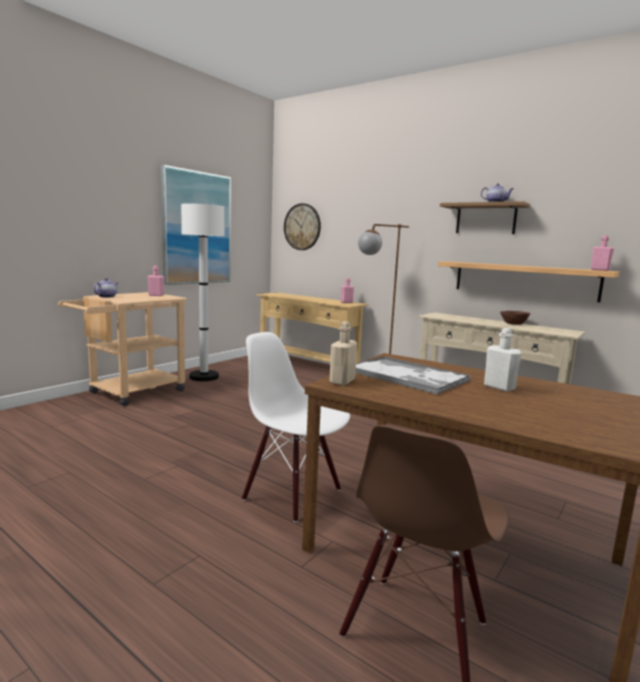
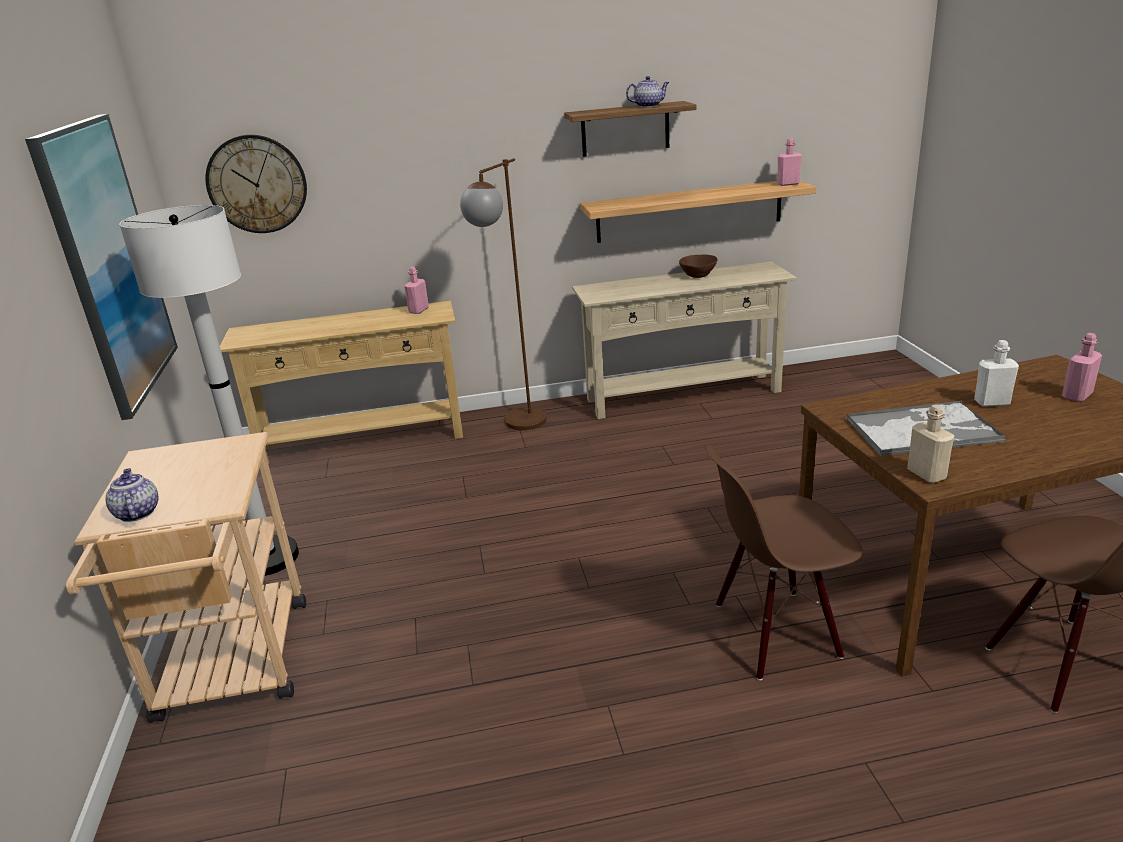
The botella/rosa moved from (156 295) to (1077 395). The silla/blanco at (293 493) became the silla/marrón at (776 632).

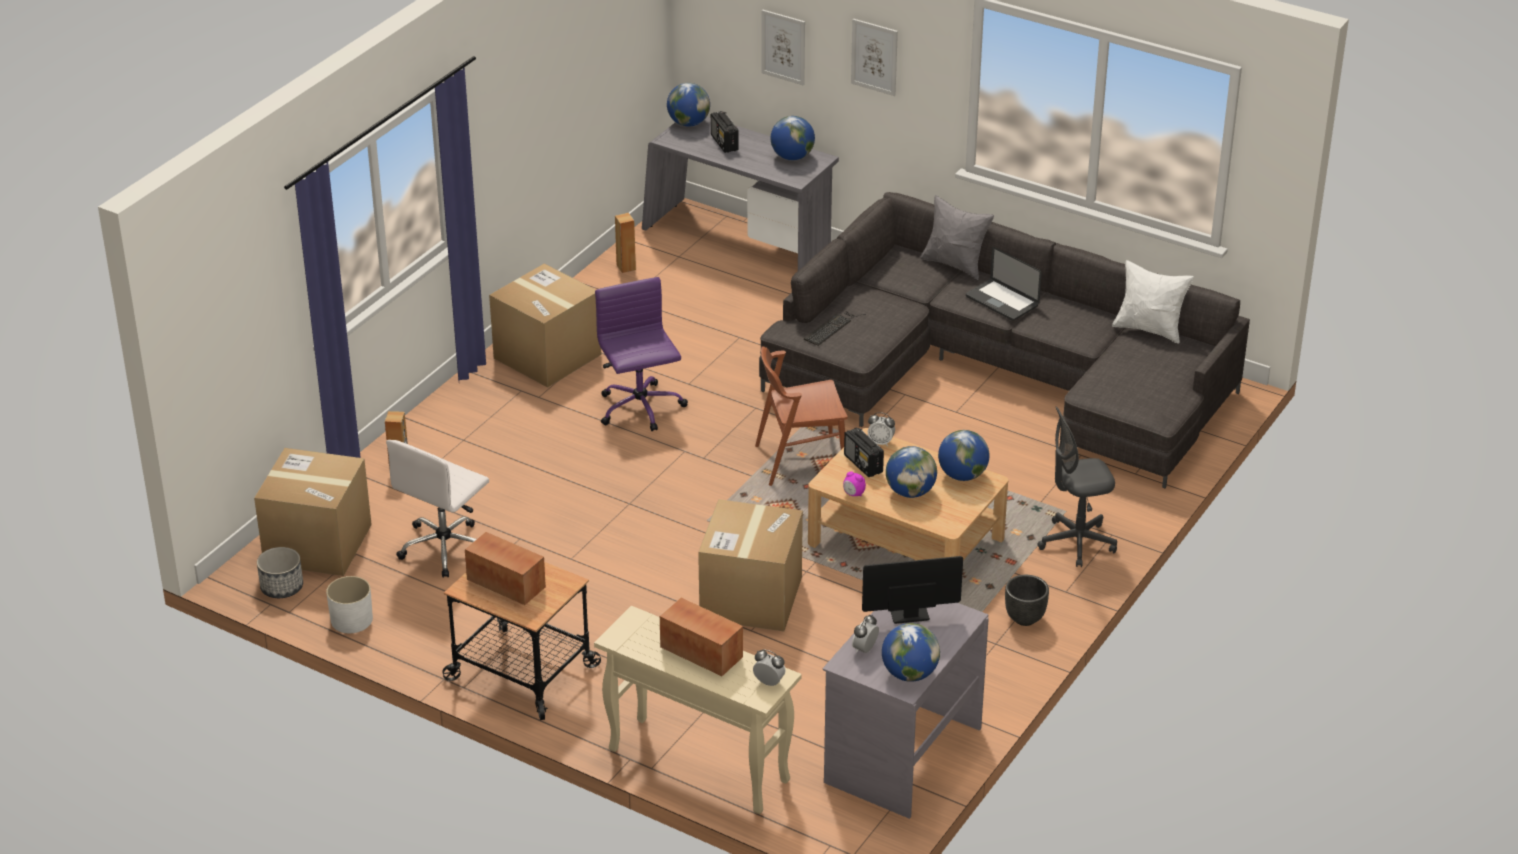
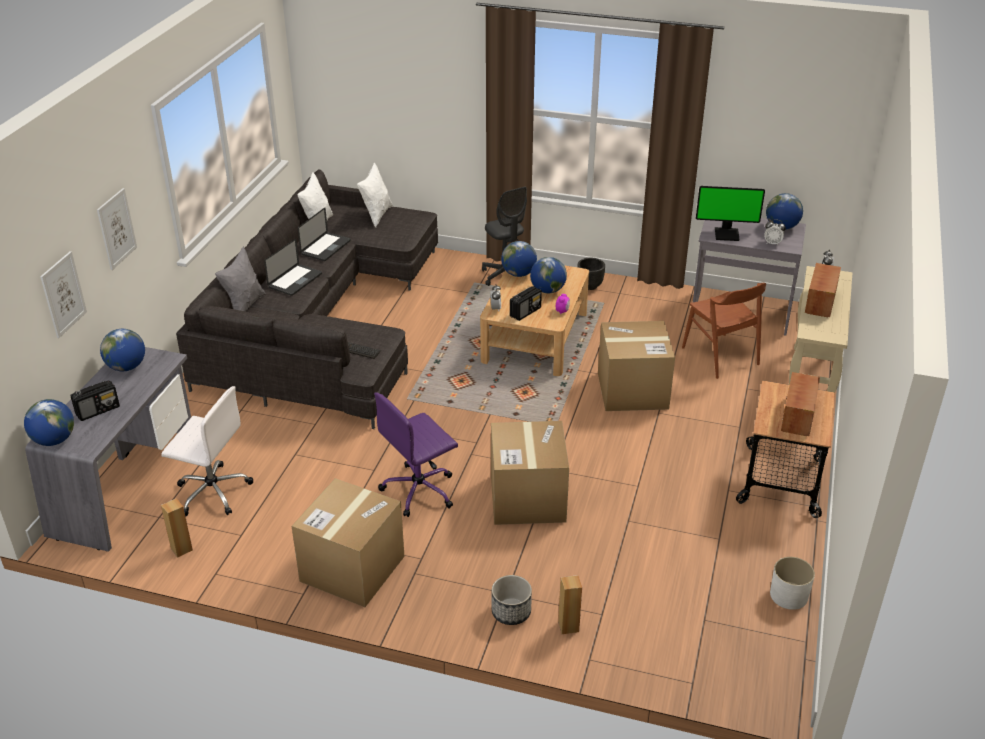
The silla/marrón moved from (800 460) to (720 356). The silla de oficina/blanco moved from (446 547) to (212 491). The caja de cartón moved from (318 544) to (527 498). The maceta moved from (282 587) to (511 612). The monitor at (907 612) turned 60 degrees counterclockwise. The cojín/blanco at (376 215) appeared. The portátil at (326 247) appeared.

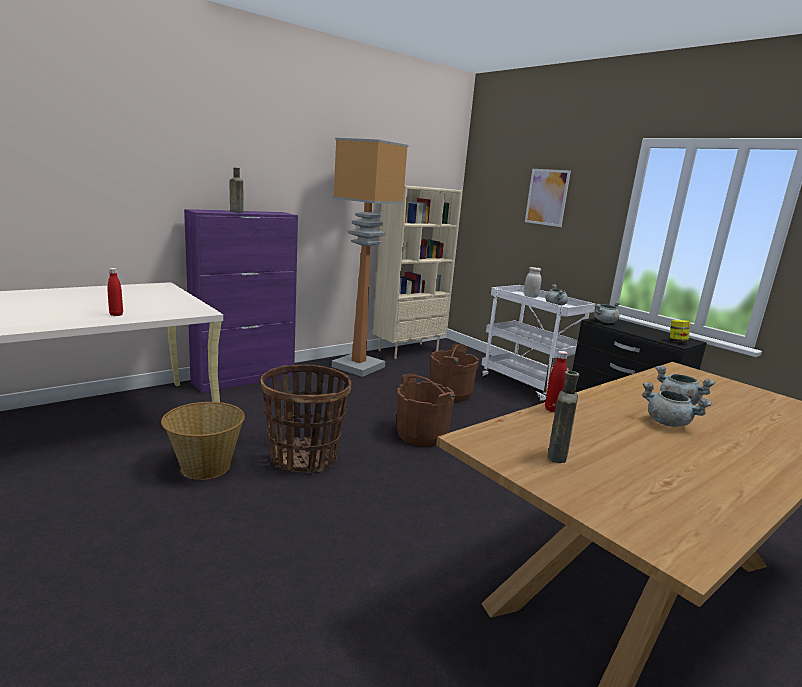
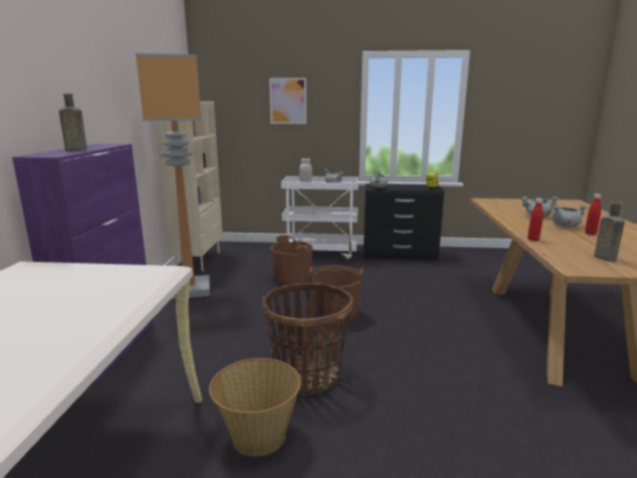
The botella/rojo moved from (116 314) to (590 233).

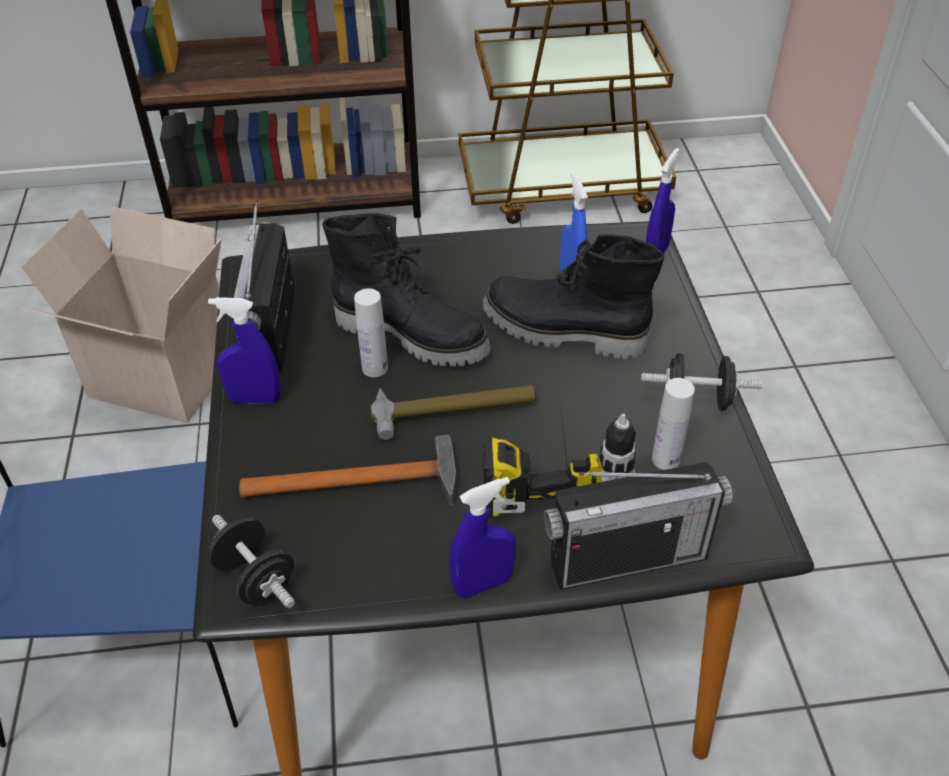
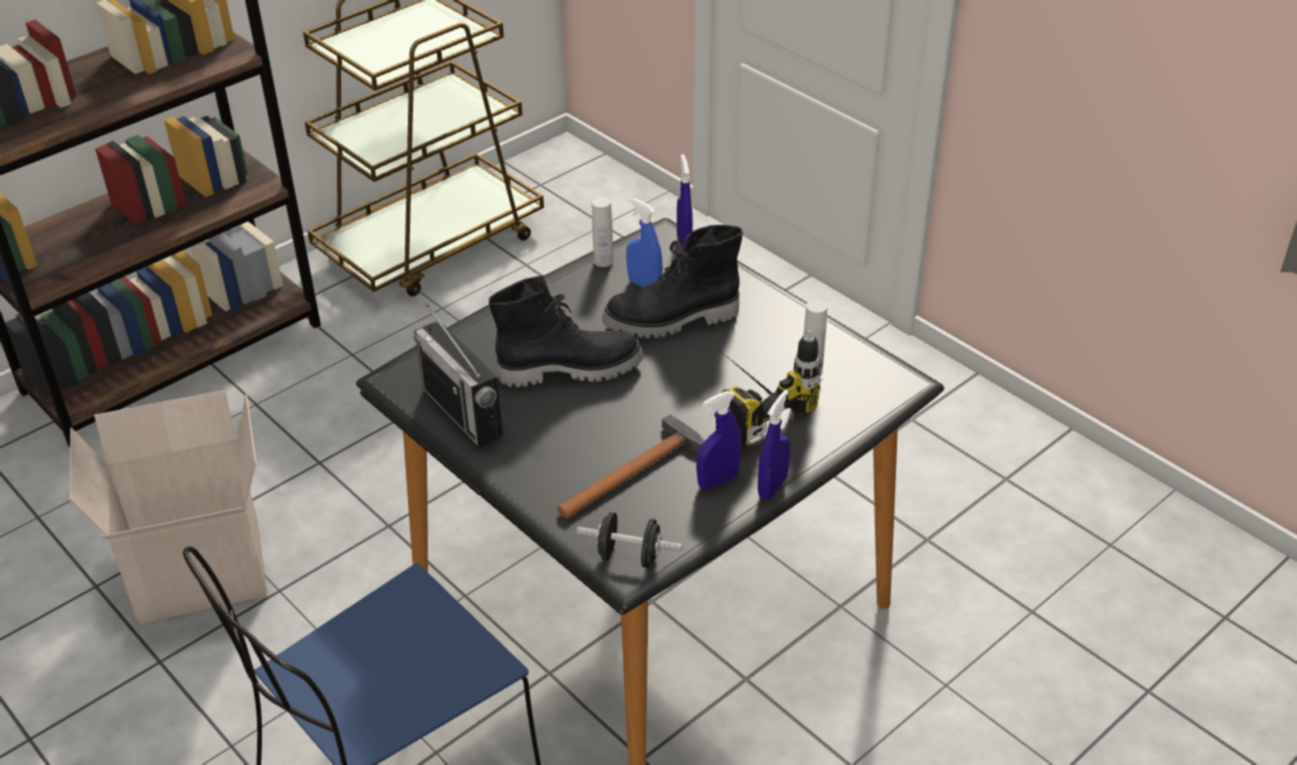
The botella/blanco moved from (375 368) to (603 261). The pulverizador/azul moved from (254 399) to (717 481). The mancuerna/negro at (697 400) disappeared. The martillo at (453 412) disappeared. The radio at (627 558) disappeared.

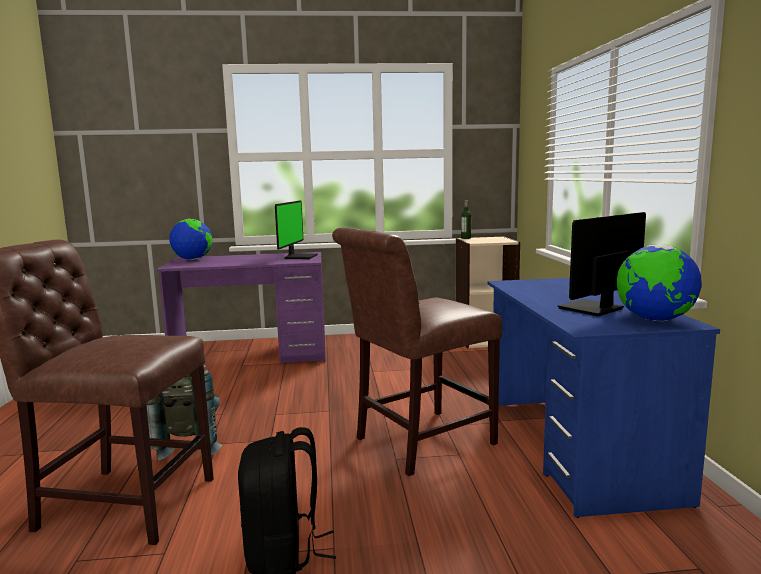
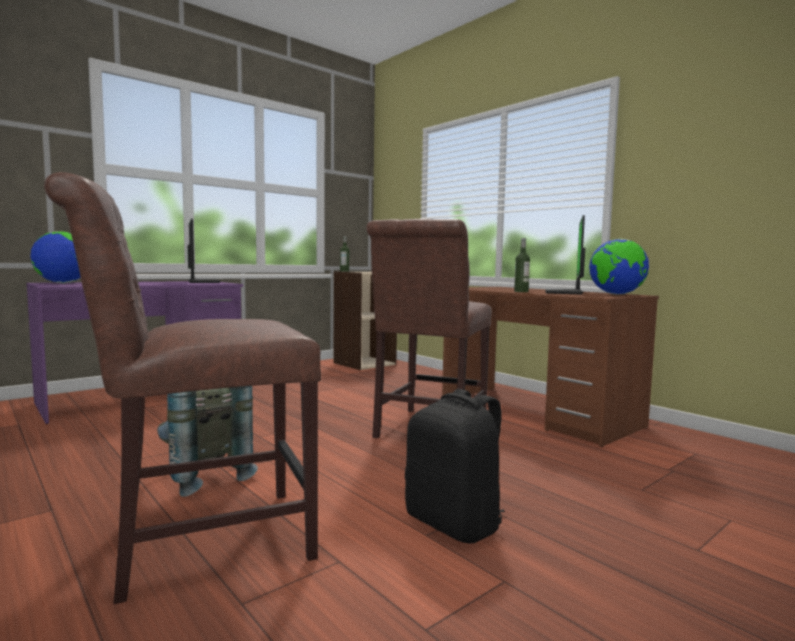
The escritorio/azul at (576 447) became the escritorio/marrón at (536 413). The botella at (521 291) appeared.

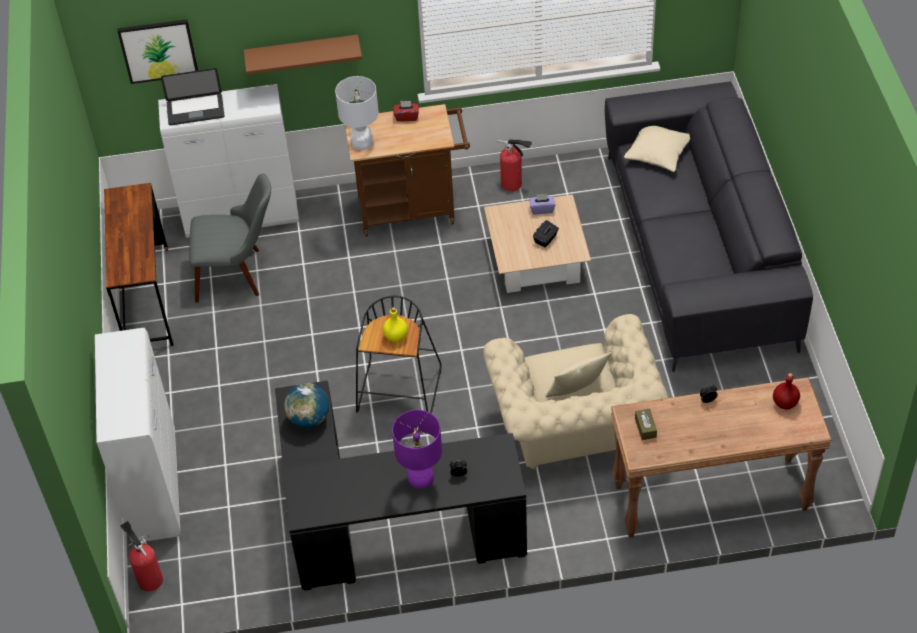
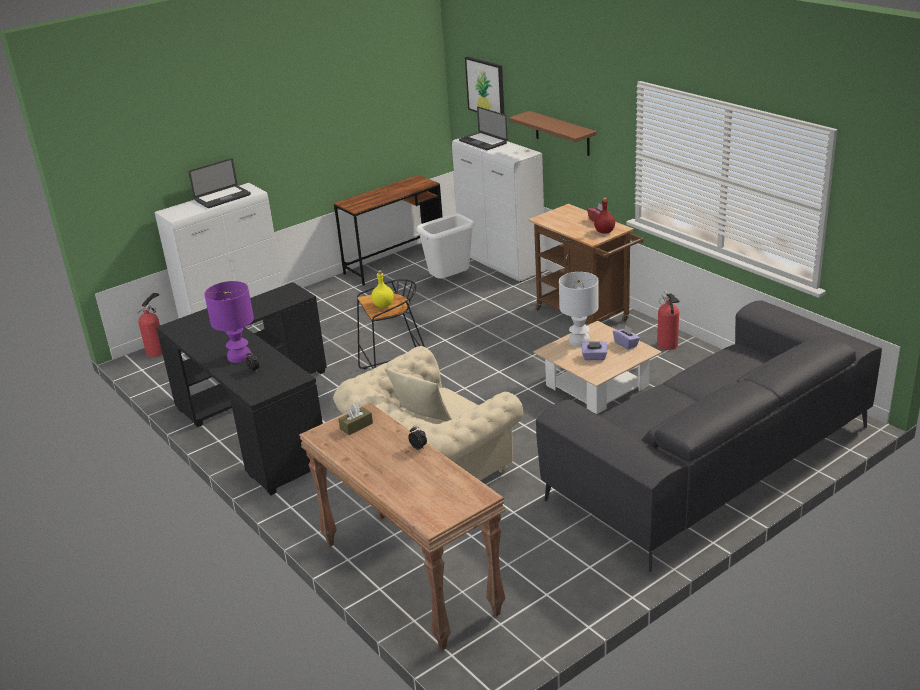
The lámpara de mesa/blanco moved from (361 142) to (579 340). The cojín/beis at (658 153) disappeared. The silla/gris at (238 273) was replaced by the papelera/blanco at (449 281). The caja de pañuelos/negro at (546 239) became the caja de pañuelos/morado at (594 357). The botella/rojo moved from (785 403) to (605 232). The globo terráqueo at (309 419) disappeared. The portátil at (223 198) appeared.

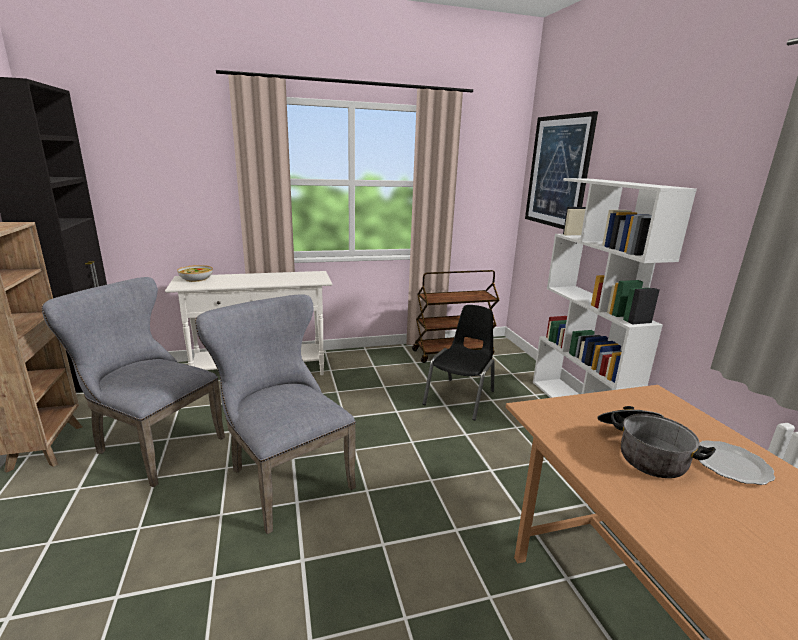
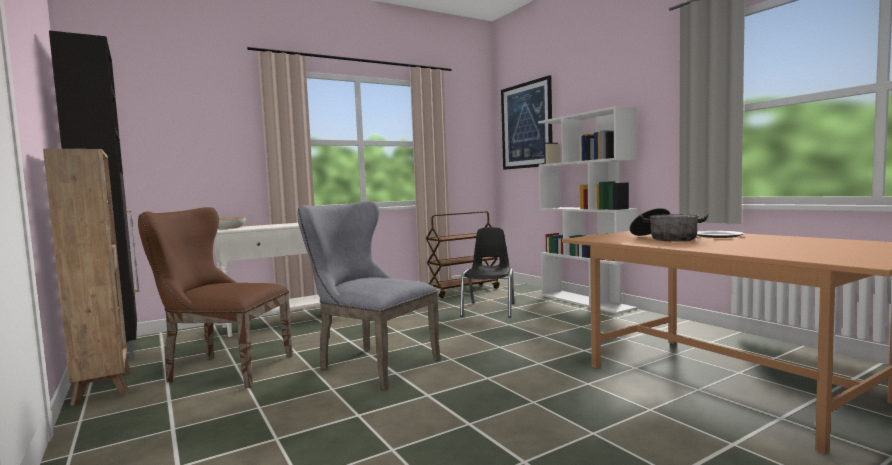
The silla/gris at (153 445) became the silla/marrón at (223 369).

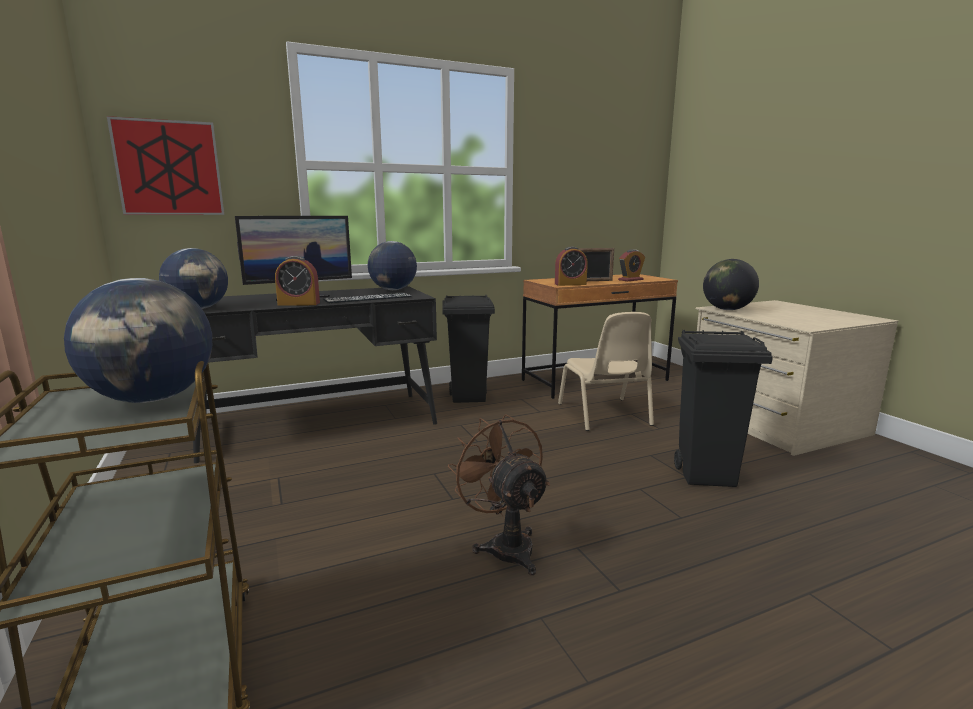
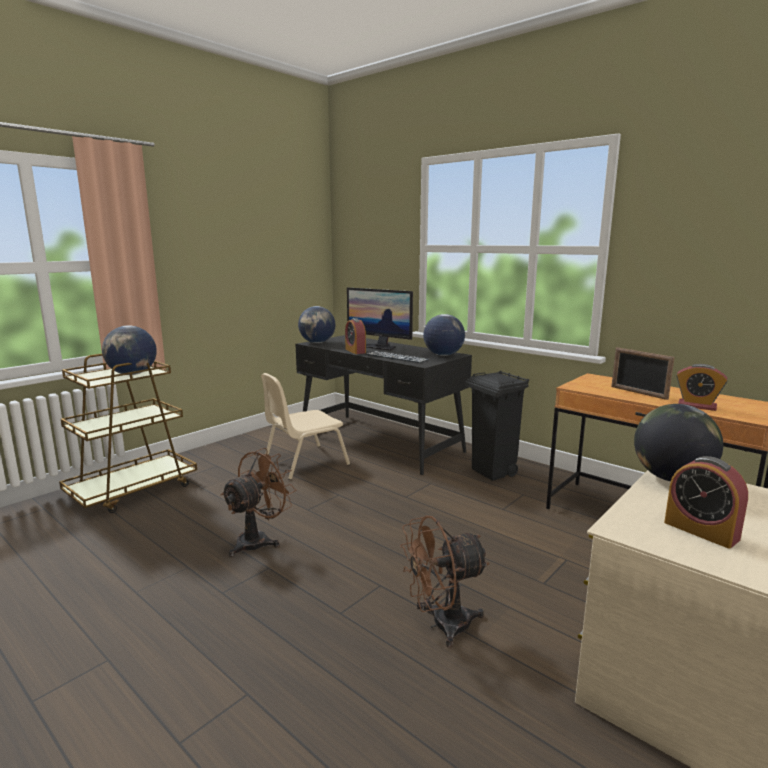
The cuadro at (169 168) disappeared. The despertador moved from (570 284) to (701 531). The silla/beis moved from (604 415) to (304 462). The papelera/negro at (707 476) was replaced by the ventilador/marrón at (441 625).

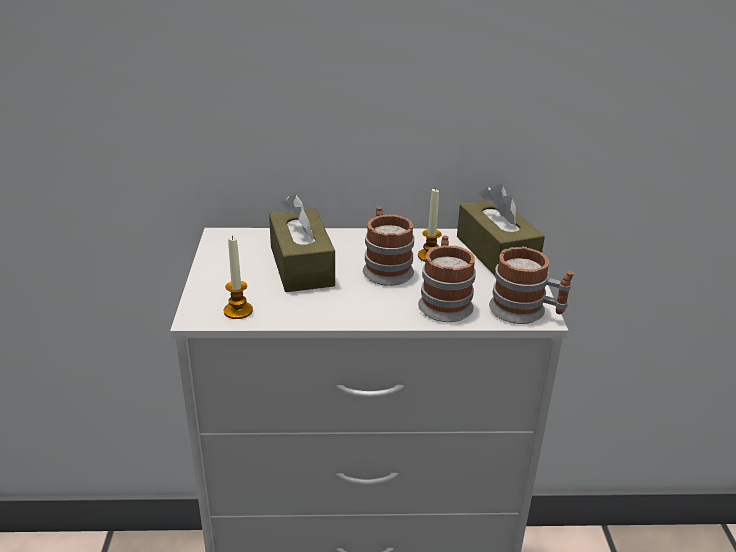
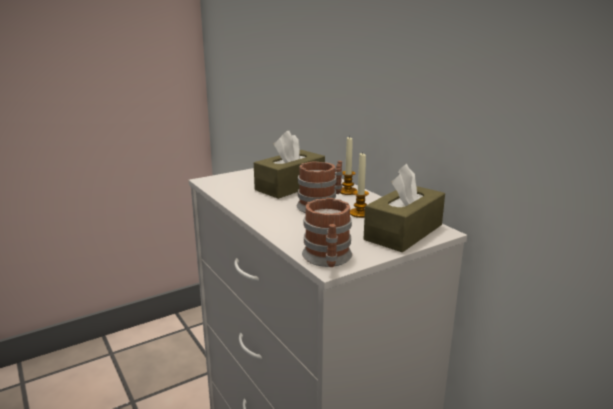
The taza grande at (444 301) disappeared. The vela moved from (238 311) to (347 191).

